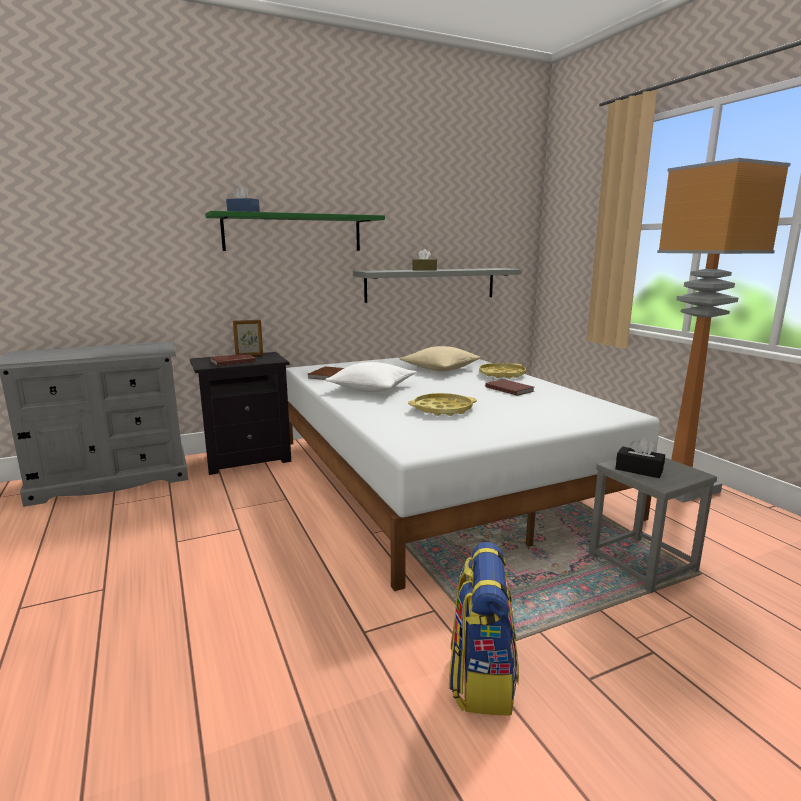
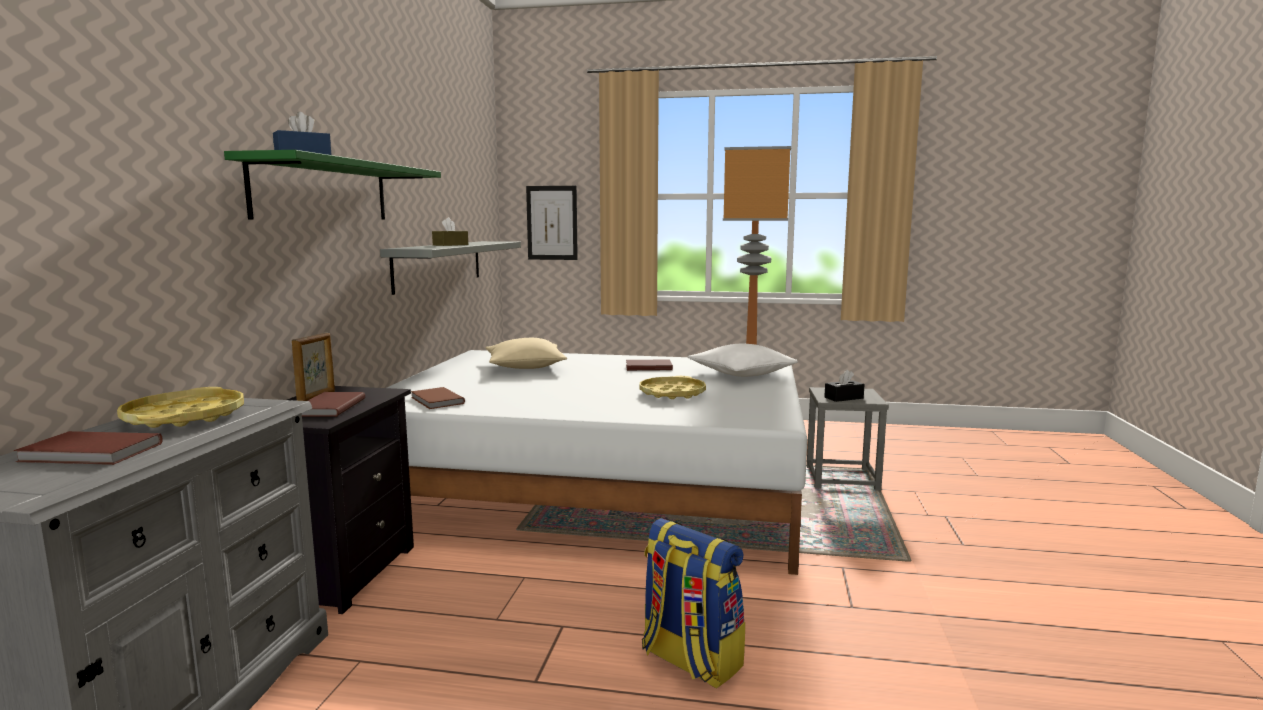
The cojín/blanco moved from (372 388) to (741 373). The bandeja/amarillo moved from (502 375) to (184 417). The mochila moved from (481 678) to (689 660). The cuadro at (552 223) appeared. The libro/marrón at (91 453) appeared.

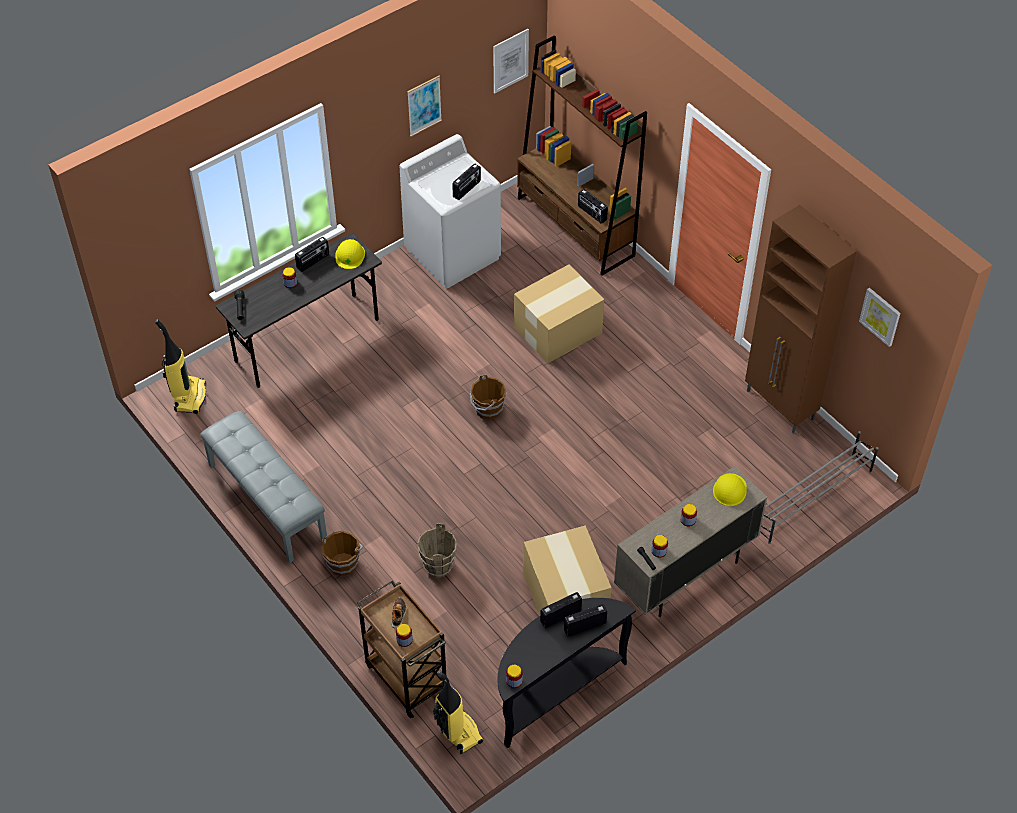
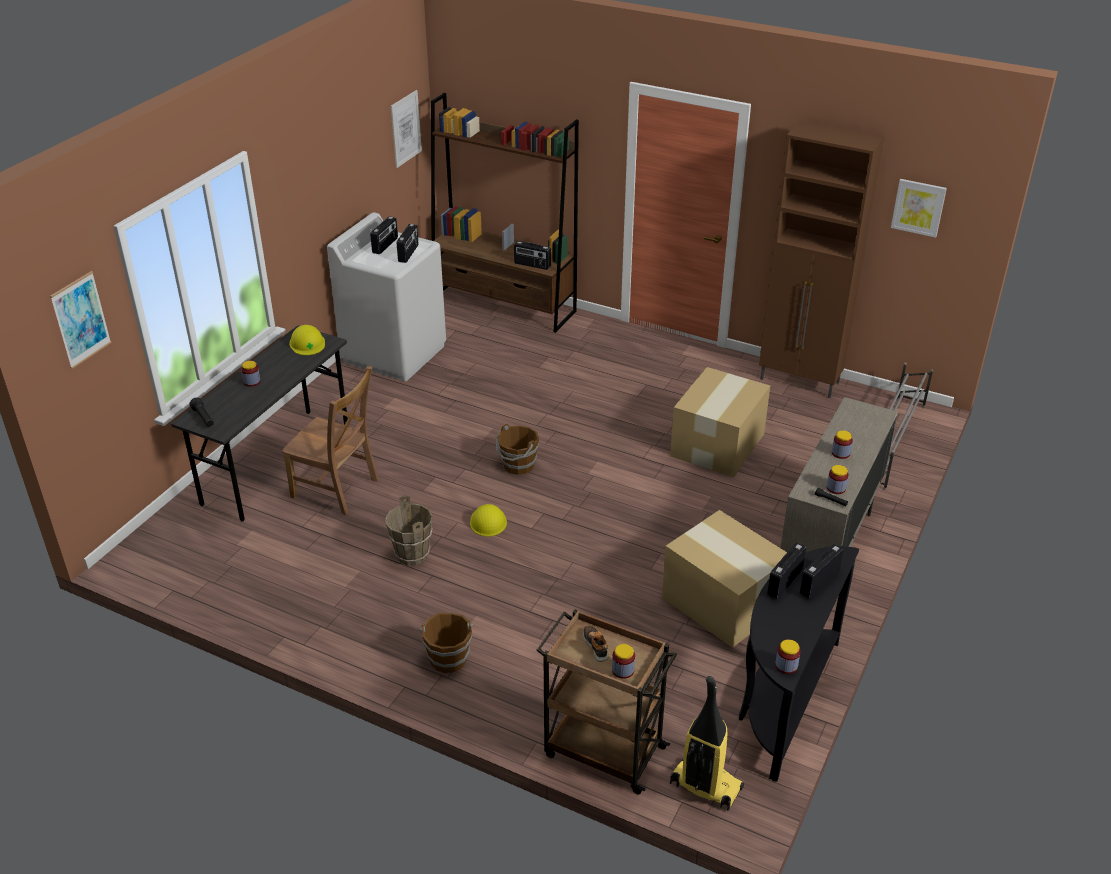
The cuadro moved from (424 105) to (80 319). The radio moved from (313 261) to (385 245). The caja de cartón moved from (556 330) to (716 445). The aspiradora at (189 396) disappeared. The banco/gris at (266 502) disappeared. The casco/amarillo moved from (729 490) to (488 521). The cubo/marrón moved from (438 566) to (412 555). The silla/marrón at (338 490) appeared.

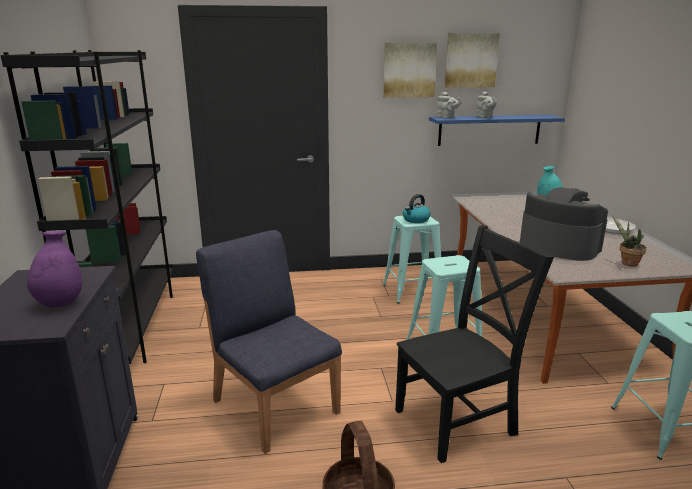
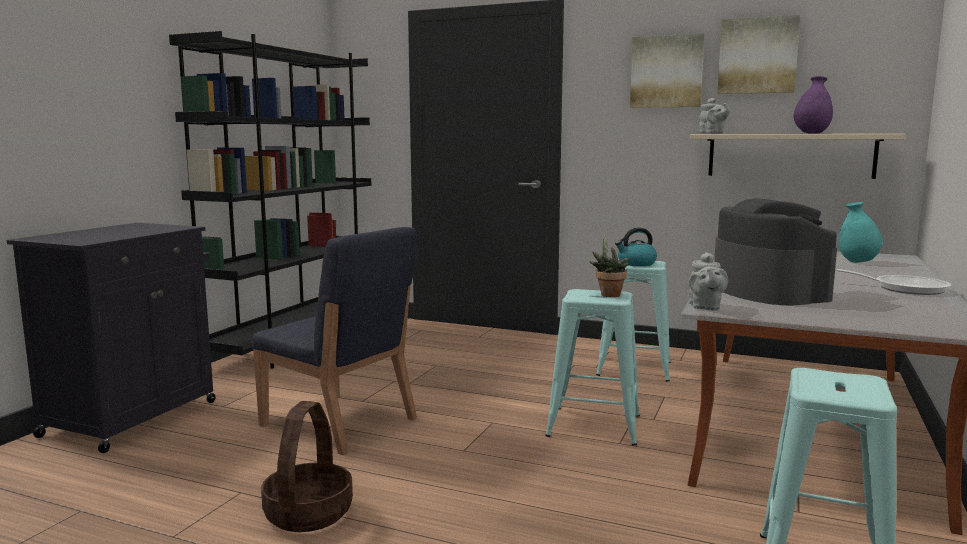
The tetera/gris moved from (484 117) to (705 307). The estante/azul at (489 130) became the estante/beis at (790 155). The planta en maceta moved from (626 263) to (608 294). The silla/negro at (459 420) disappeared. The silla/azul at (275 405) turned 135 degrees clockwise. The florero/morado moved from (60 303) to (811 133).

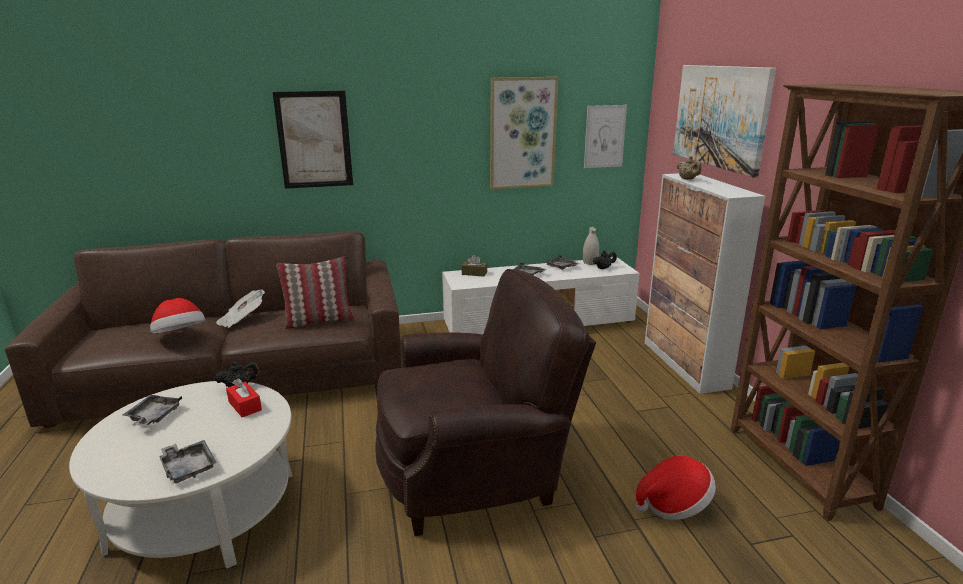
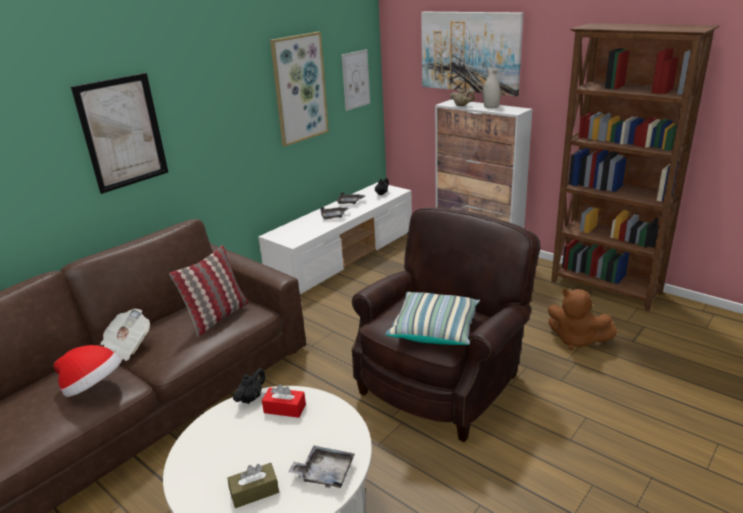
The florero/blanco moved from (590 262) to (491 106). The caja de pañuelos/marrón moved from (474 273) to (254 492). The bandeja/gris at (153 416) disappeared. The sombrero at (674 504) was replaced by the peluche/marrón at (576 340). The cojín at (434 329) appeared.

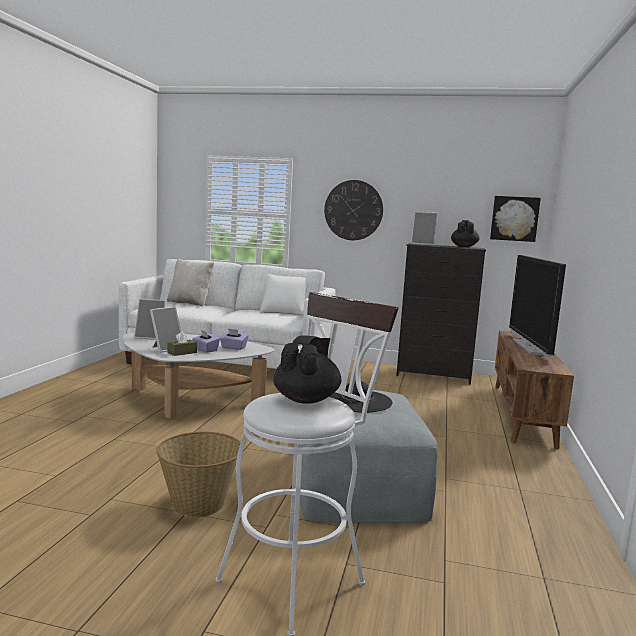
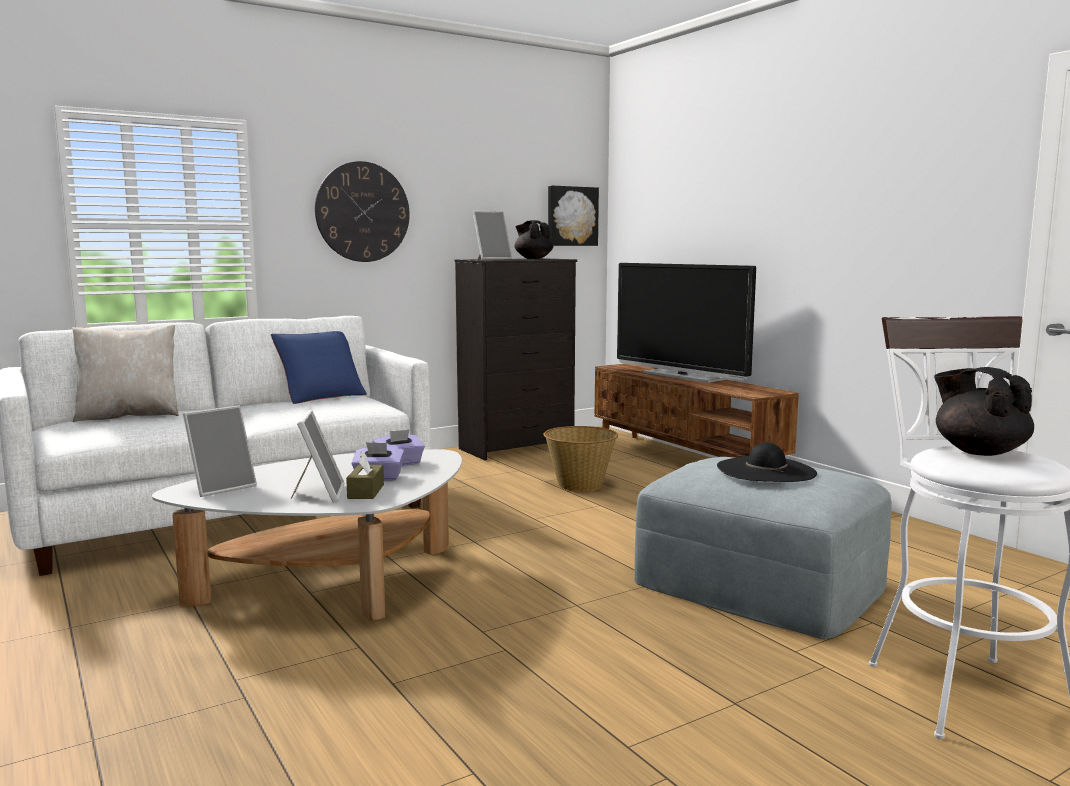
The cojín/blanco at (284 312) became the cojín/azul at (321 396). The cesta moved from (199 503) to (580 485).

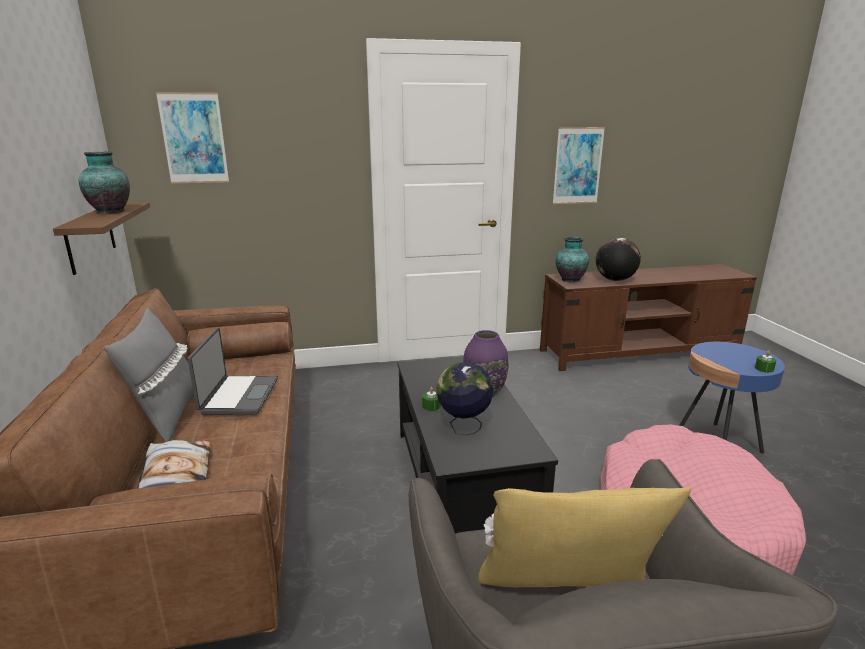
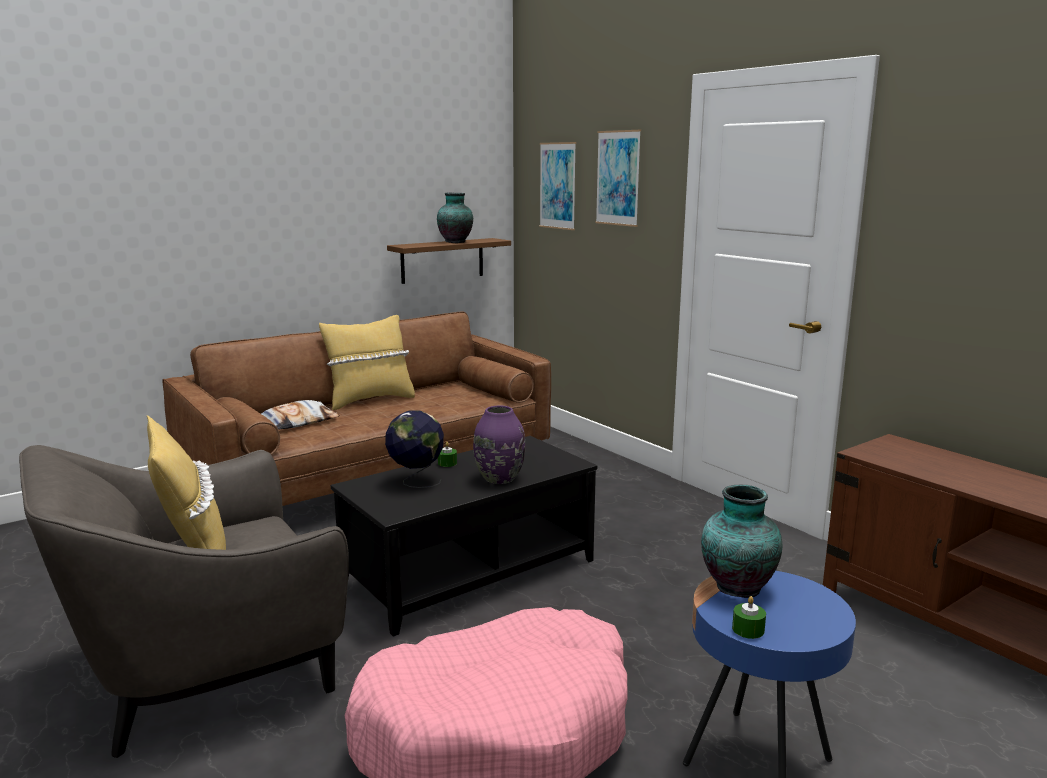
The cuadro moved from (577 166) to (618 178). The florero moved from (569 280) to (736 586). The globo terráqueo at (614 280) disappeared. The cojín/gris at (167 417) became the cojín/amarillo at (369 400). The portátil at (238 396) disappeared.

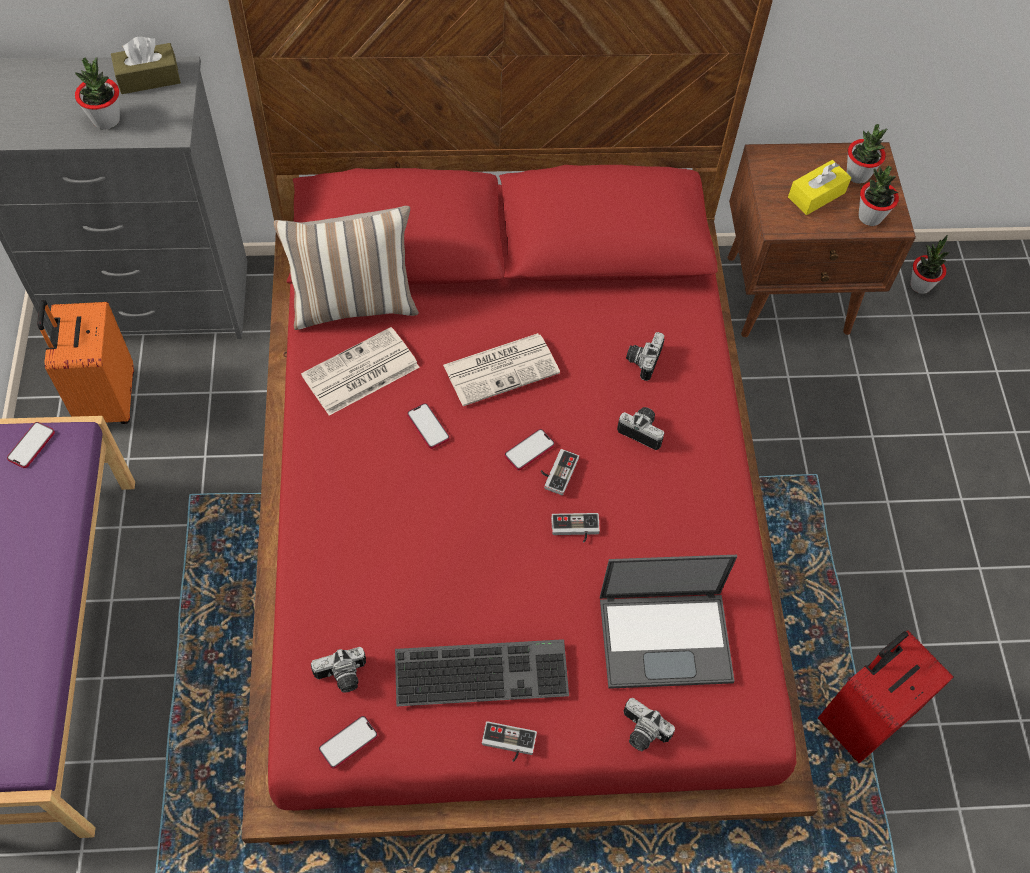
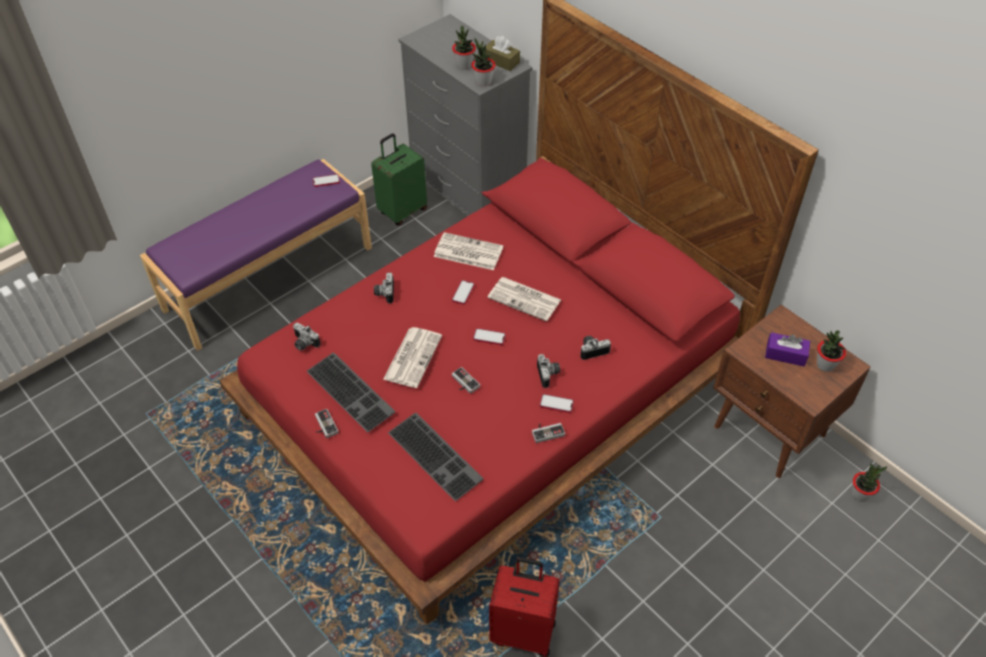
The caja de pañuelos/amarillo at (816 195) became the caja de pañuelos/morado at (785 354). The planta en maceta moved from (869 217) to (483 82). The cojín at (354 304) disappeared. The maleta/naranja at (106 399) became the maleta/verde at (402 211). The mando de consola moved from (556 472) to (547 431). The portátil at (667 638) was replaced by the teclado at (437 455). The cámara moved from (641 732) to (384 293). The móvil moved from (348 742) to (556 404). The periódico at (412 357) appeared.

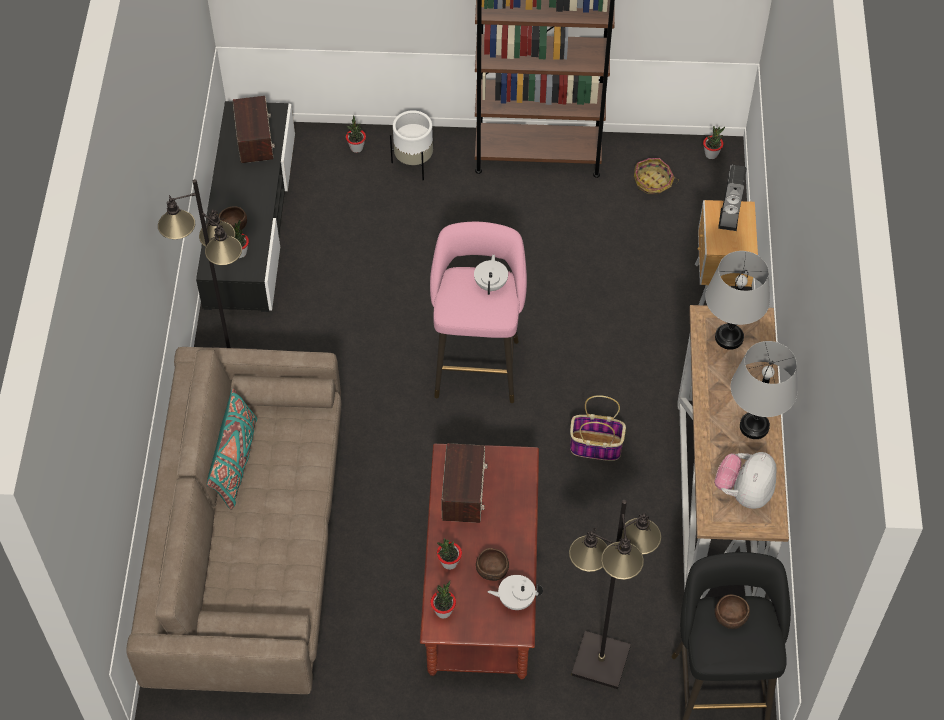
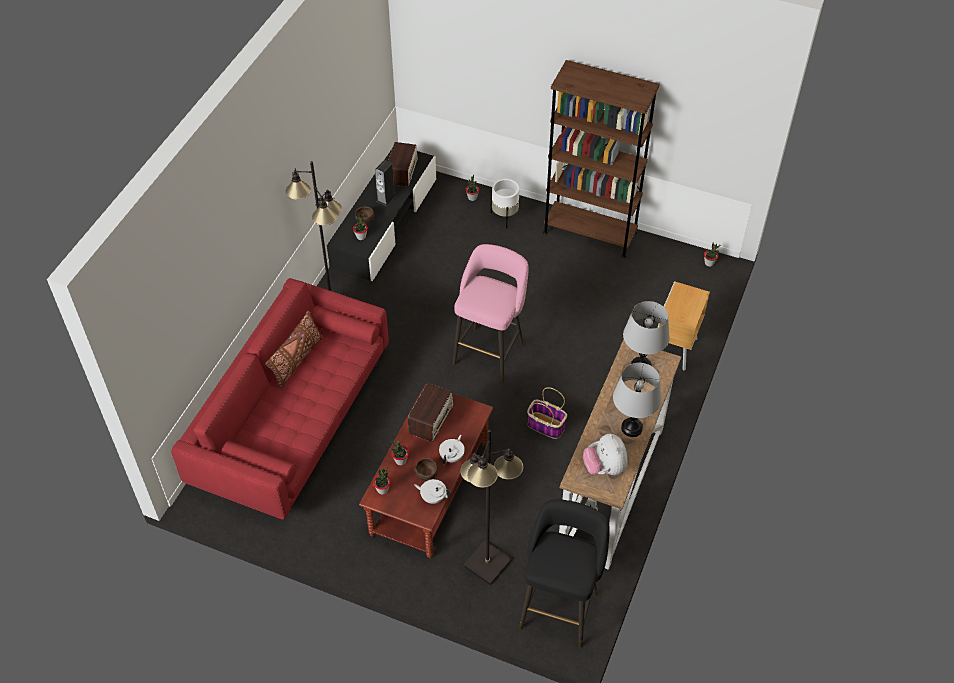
The cesta at (653 182) disappeared. The altavoz moved from (728 219) to (386 198). The tetera/blanco moved from (491 284) to (452 456). The sofá/beis at (249 545) became the sofá/rojo at (292 419). The cojín/turquesa at (235 462) became the cojín/marrón at (296 360). The peluche at (743 492) turned 60 degrees counterclockwise. The cuenco/marrón at (731 616) disappeared.

